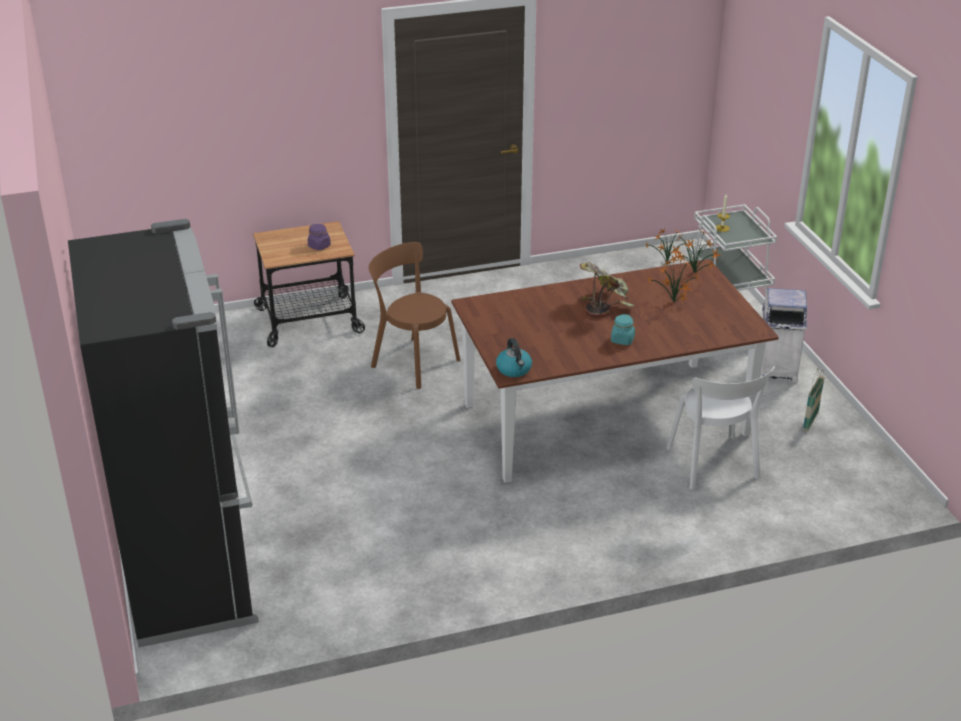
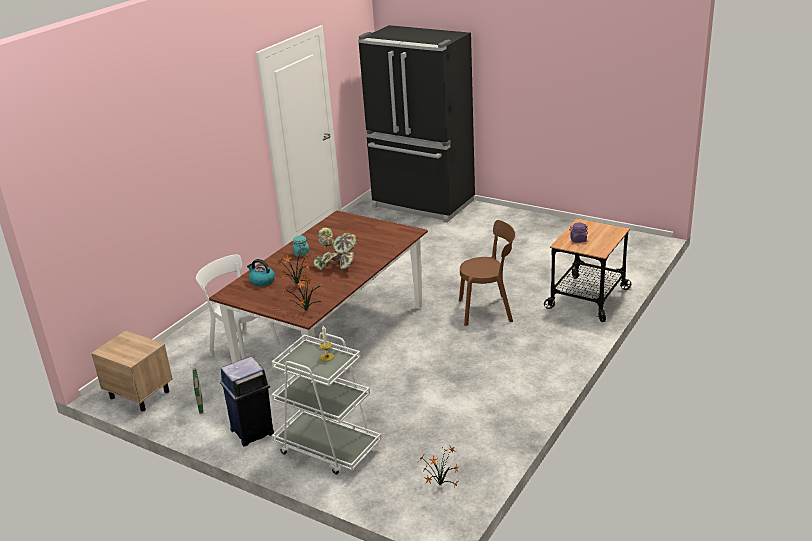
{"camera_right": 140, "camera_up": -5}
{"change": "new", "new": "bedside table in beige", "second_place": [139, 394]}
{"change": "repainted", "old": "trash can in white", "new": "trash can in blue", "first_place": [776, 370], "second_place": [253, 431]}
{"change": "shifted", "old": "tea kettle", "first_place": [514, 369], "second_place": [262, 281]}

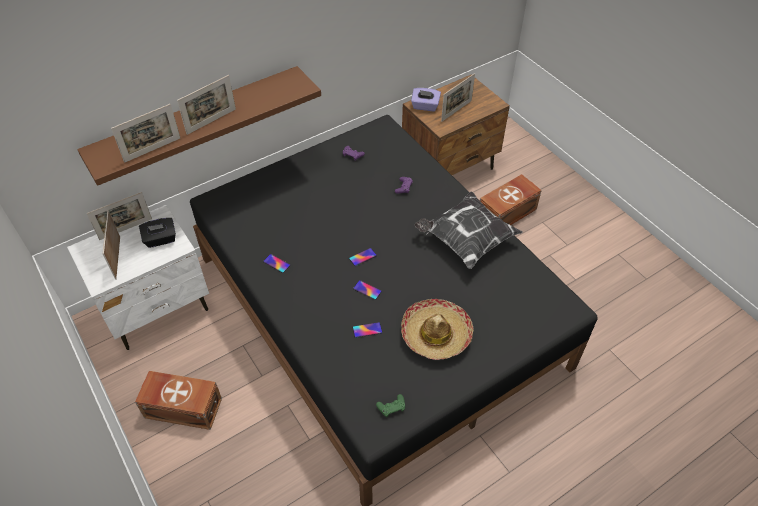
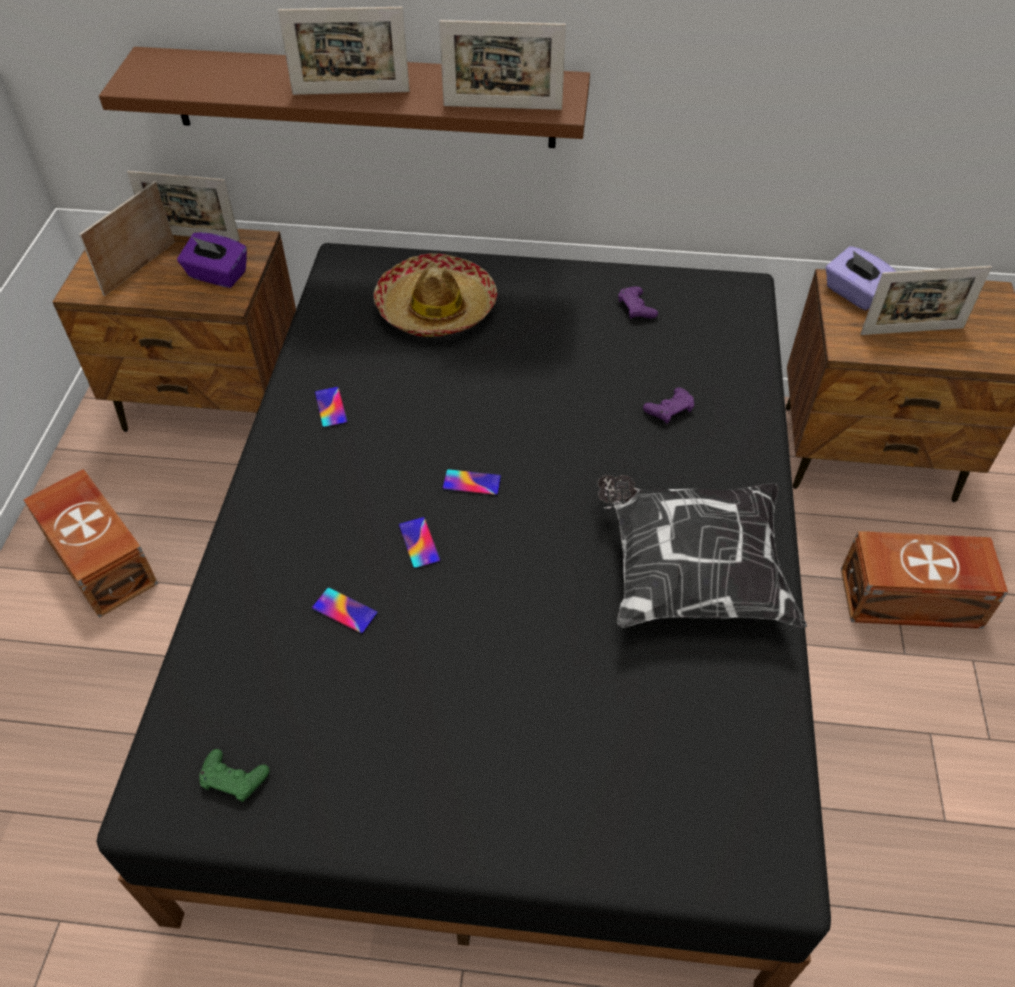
{"camera_right": 40, "camera_up": 0}
{"change": "repainted", "old": "bedside table in white", "new": "bedside table in brown-coloured", "first_place": [158, 308], "second_place": [214, 400]}
{"change": "repainted", "old": "tissue box in black", "new": "tissue box in purplish", "first_place": [160, 239], "second_place": [217, 275]}
{"change": "shifted", "old": "hat", "first_place": [436, 334], "second_place": [436, 309]}
{"change": "shifted", "old": "standing frame", "first_place": [152, 150], "second_place": [502, 107]}

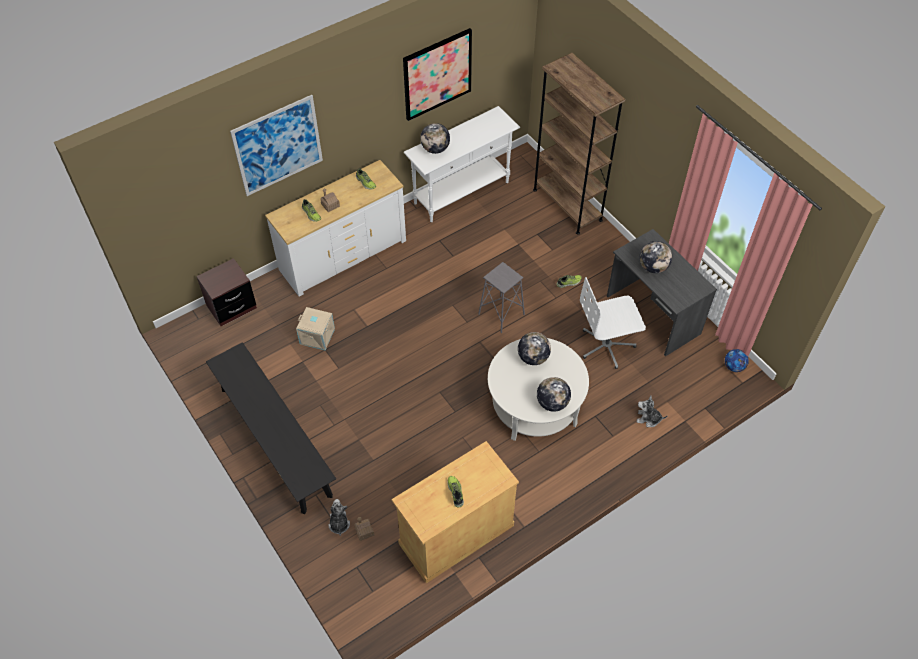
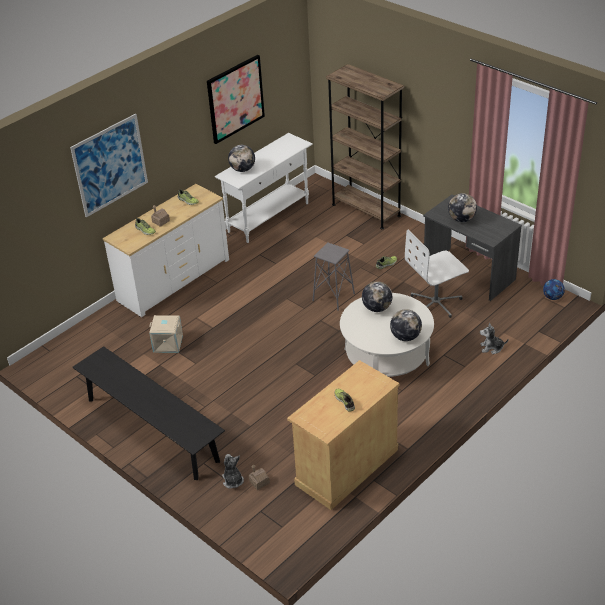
{"camera_right": -10, "camera_up": -15}
{"change": "gone", "old": "bedside table in brown-coloured", "first_place": [231, 307]}

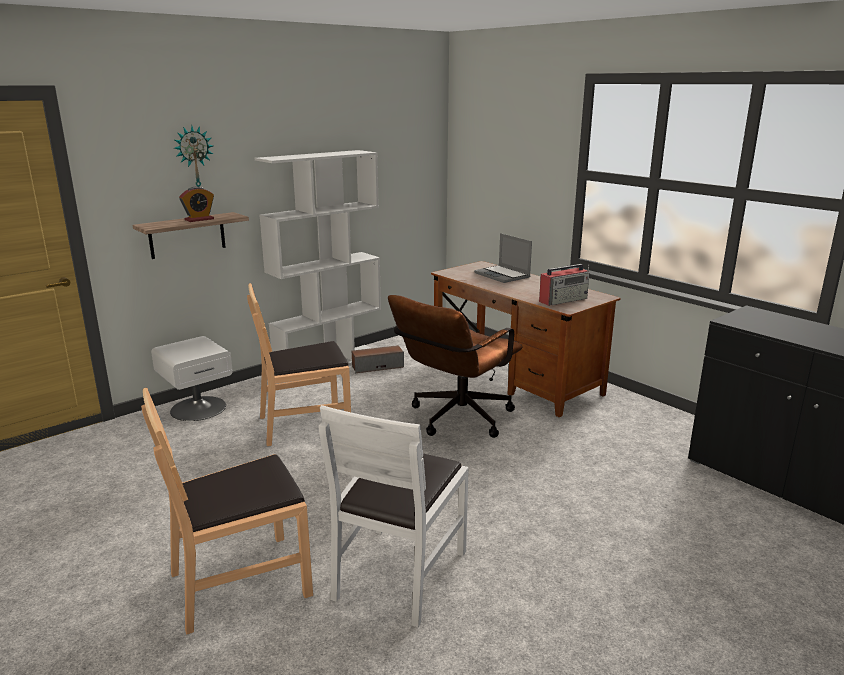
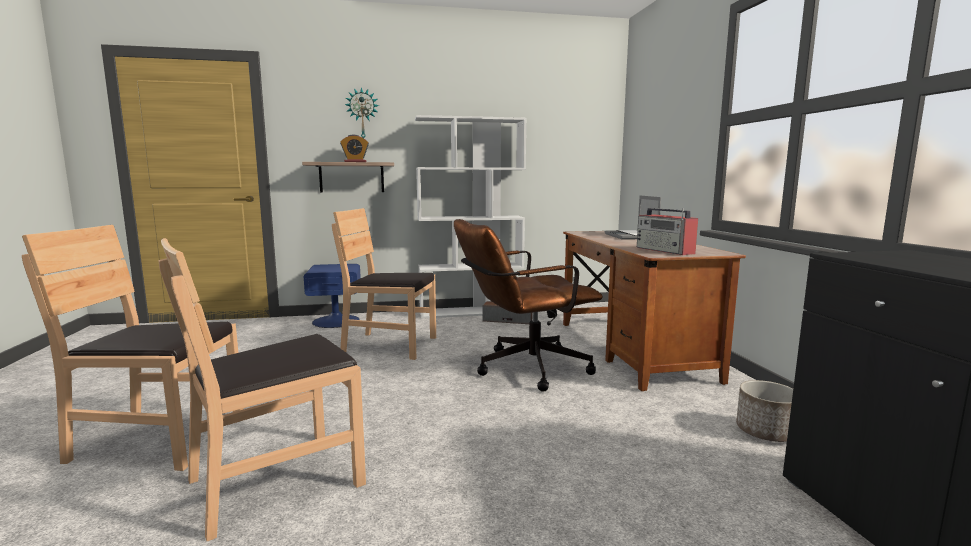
{"camera_right": 30, "camera_up": -10}
{"change": "repainted", "old": "upright chair in white", "new": "upright chair in brown-coloured", "first_place": [399, 573], "second_place": [276, 480]}
{"change": "repainted", "old": "bedside table in white", "new": "bedside table in blue", "first_place": [198, 408], "second_place": [336, 321]}
{"change": "rotated", "old": "radio", "first_place": [563, 300], "second_place": [665, 251], "degrees": 60}
{"change": "new", "new": "plant pot", "second_place": [766, 432]}

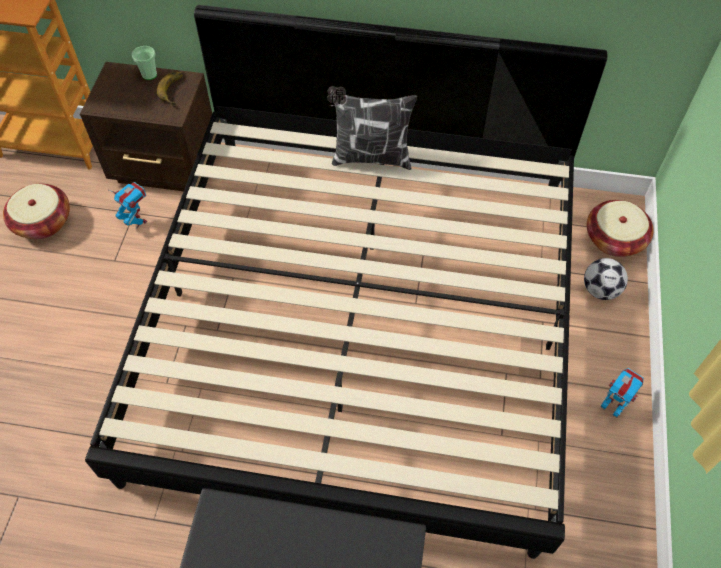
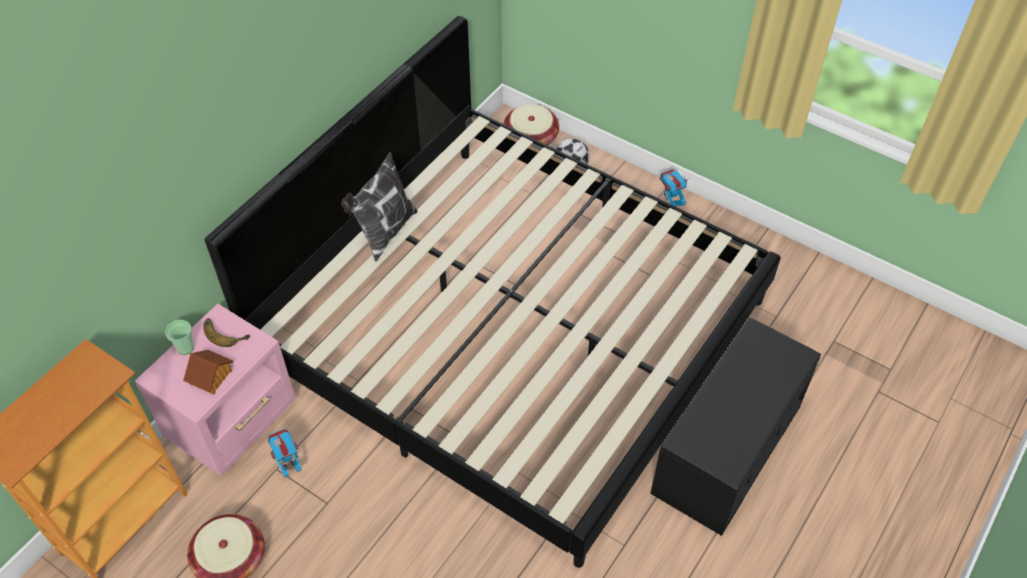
{"camera_right": -65, "camera_up": -5}
{"change": "repainted", "old": "bedside table in brown-coloured", "new": "bedside table in pink", "first_place": [166, 167], "second_place": [235, 422]}
{"change": "new", "new": "miniature house", "second_place": [211, 377]}

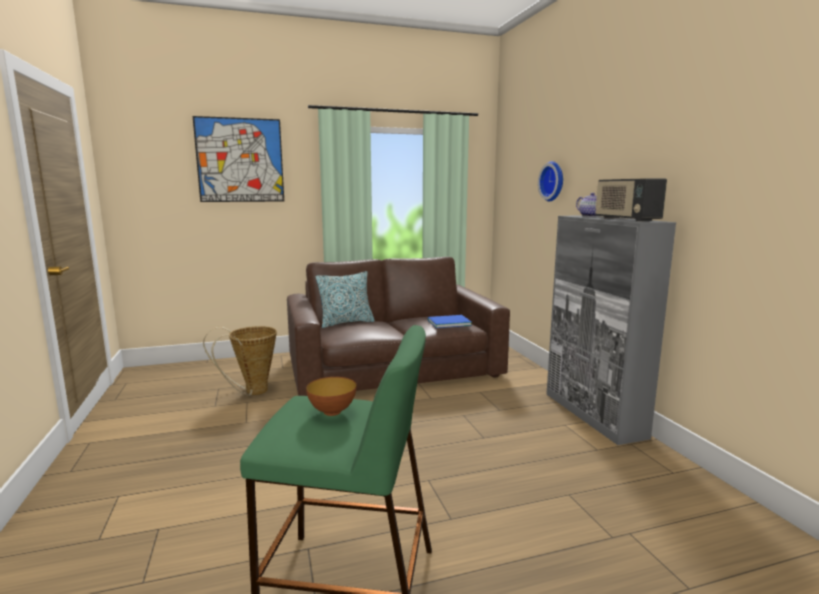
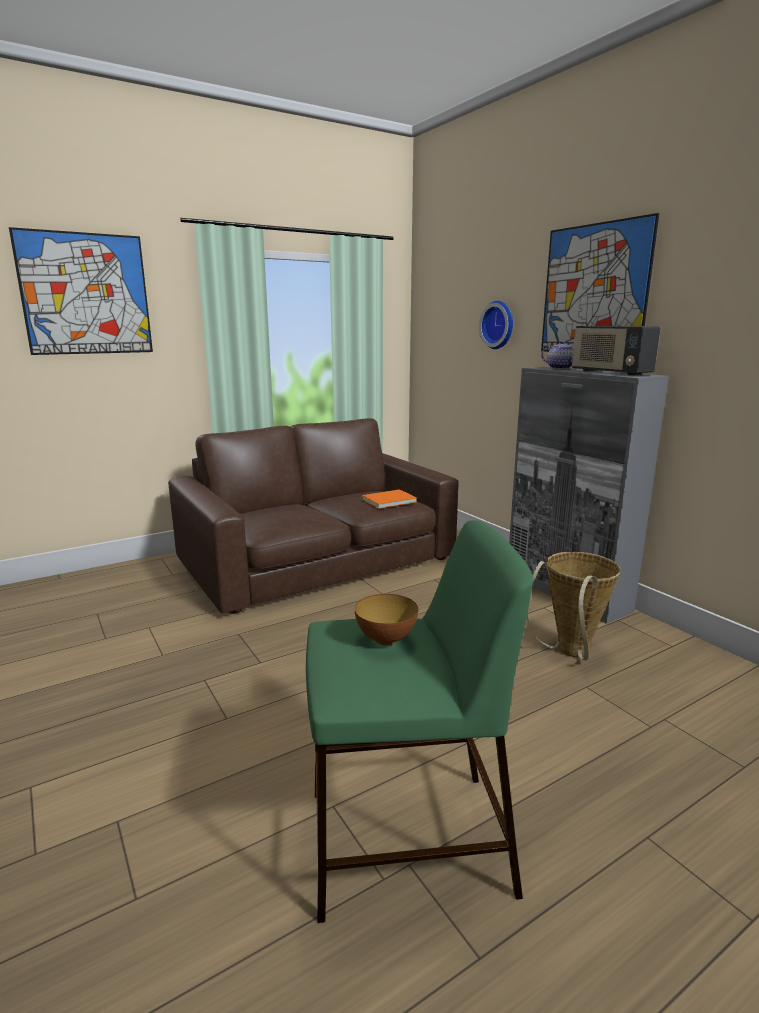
{"camera_right": -15, "camera_up": 5}
{"change": "repainted", "old": "volume in blue", "new": "volume in orangey", "first_place": [447, 322], "second_place": [387, 500]}
{"change": "shifted", "old": "basket", "first_place": [251, 392], "second_place": [569, 653]}
{"change": "new", "new": "wall picture", "second_place": [594, 290]}
{"change": "gone", "old": "cushion", "first_place": [346, 322]}

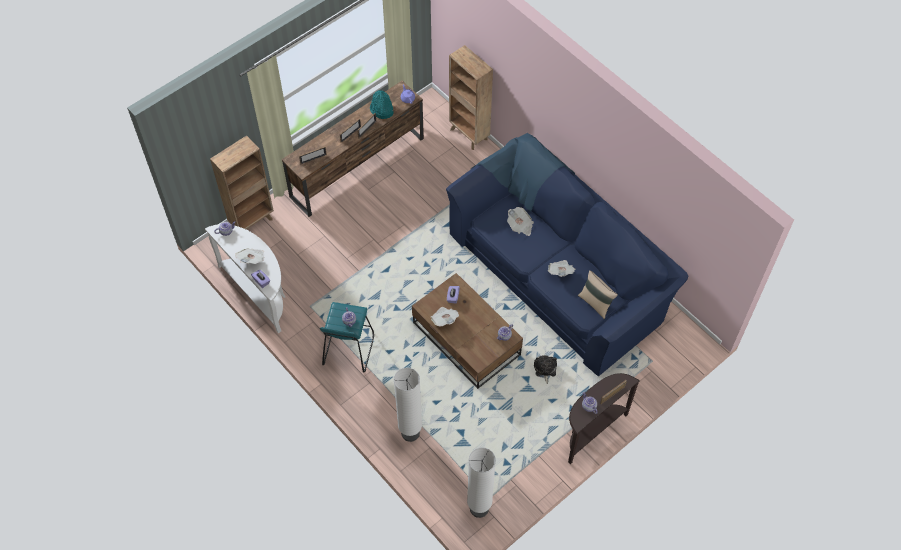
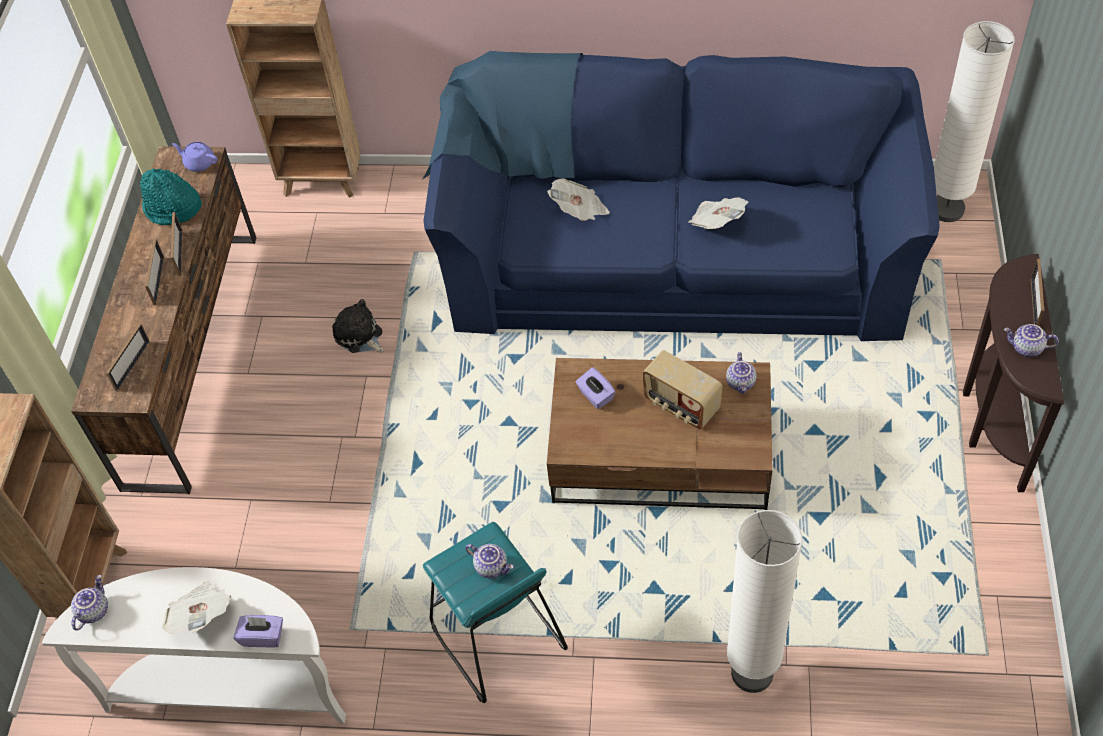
{"camera_right": -40, "camera_up": -5}
{"change": "shifted", "old": "soft toy", "first_place": [545, 370], "second_place": [359, 336]}
{"change": "new", "new": "radio", "second_place": [681, 405]}
{"change": "shifted", "old": "standing lamp in white", "first_place": [479, 508], "second_place": [947, 210]}
{"change": "gone", "old": "daily paper", "first_place": [444, 319]}
{"change": "gone", "old": "cushion in beige", "first_place": [595, 303]}

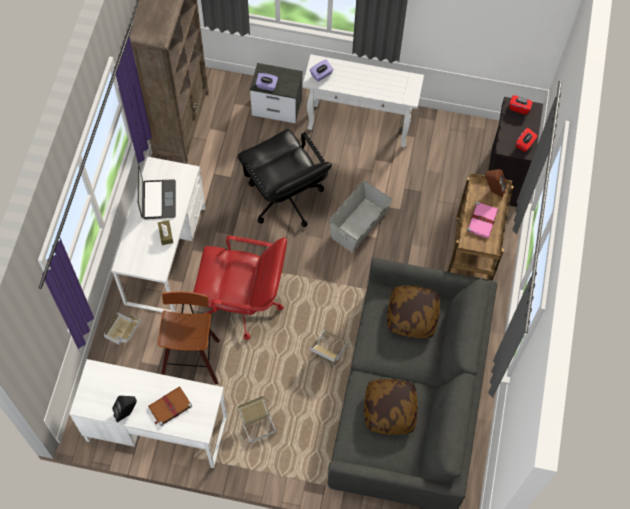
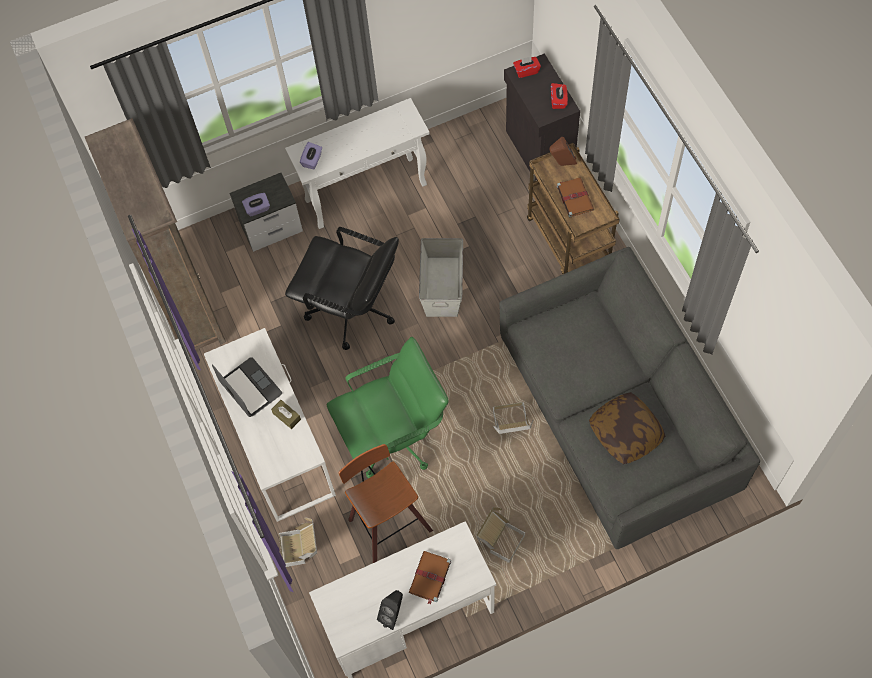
{"camera_right": -30, "camera_up": 0}
{"change": "repainted", "old": "computer chair in red-coloured", "new": "computer chair in green", "first_place": [243, 303], "second_place": [394, 437]}
{"change": "repainted", "old": "volume in pink", "new": "volume in brown-coloured", "first_place": [482, 220], "second_place": [574, 197]}
{"change": "gone", "old": "cushion", "first_place": [412, 315]}

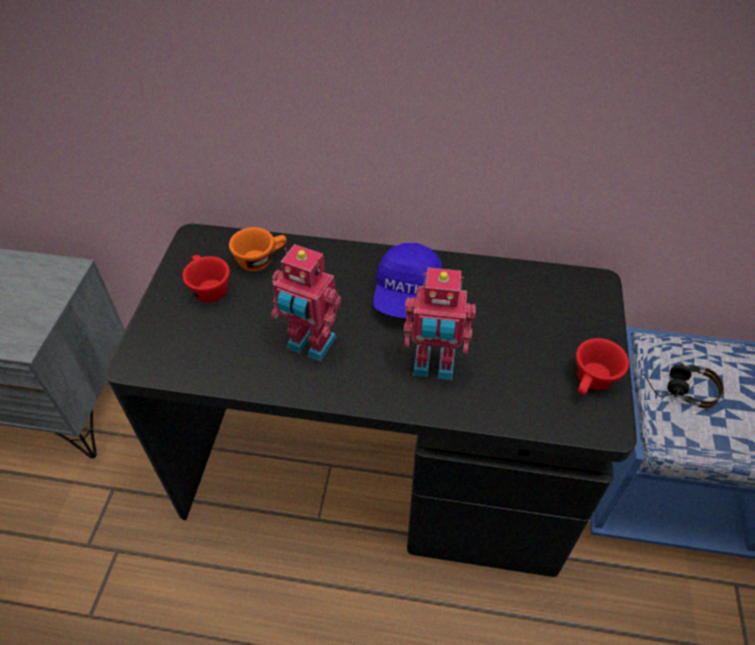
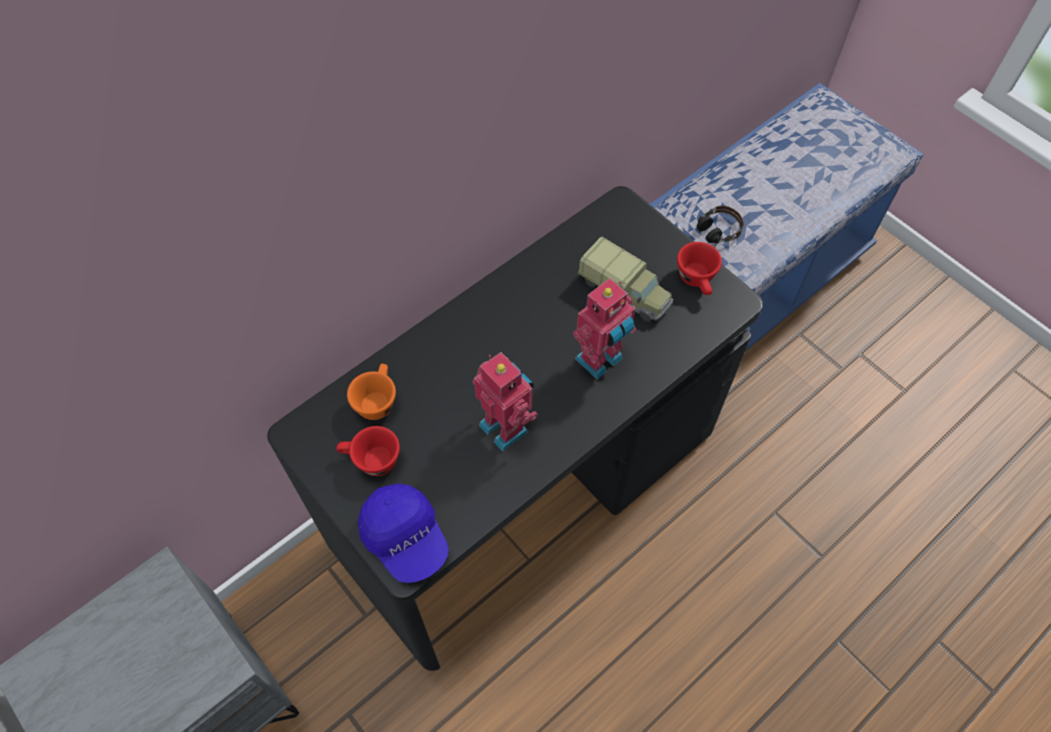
{"camera_right": -50, "camera_up": 10}
{"change": "shifted", "old": "cap in blue", "first_place": [407, 295], "second_place": [405, 538]}
{"change": "rotated", "old": "model robot", "first_place": [310, 345], "second_place": [506, 426], "degrees": -105}
{"change": "new", "new": "model truck", "second_place": [625, 291]}

